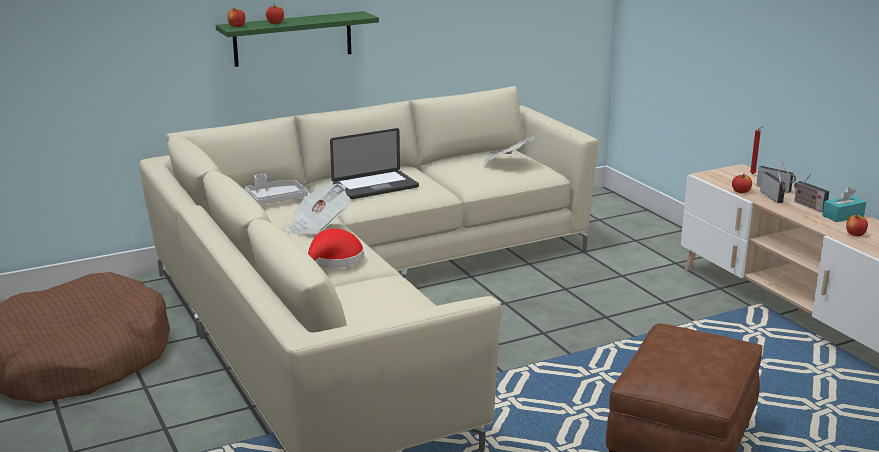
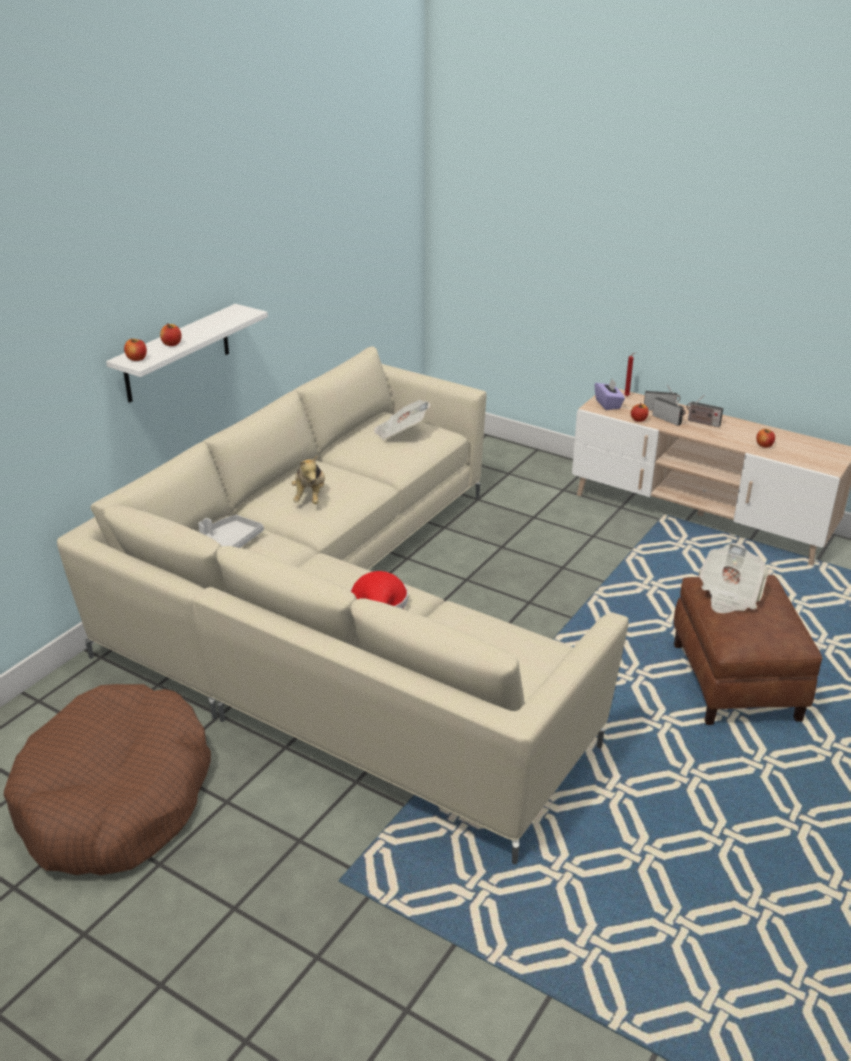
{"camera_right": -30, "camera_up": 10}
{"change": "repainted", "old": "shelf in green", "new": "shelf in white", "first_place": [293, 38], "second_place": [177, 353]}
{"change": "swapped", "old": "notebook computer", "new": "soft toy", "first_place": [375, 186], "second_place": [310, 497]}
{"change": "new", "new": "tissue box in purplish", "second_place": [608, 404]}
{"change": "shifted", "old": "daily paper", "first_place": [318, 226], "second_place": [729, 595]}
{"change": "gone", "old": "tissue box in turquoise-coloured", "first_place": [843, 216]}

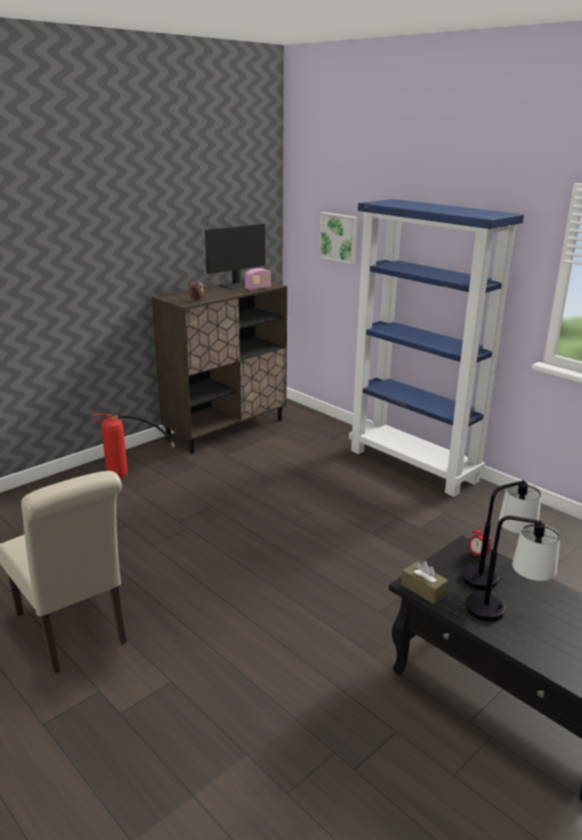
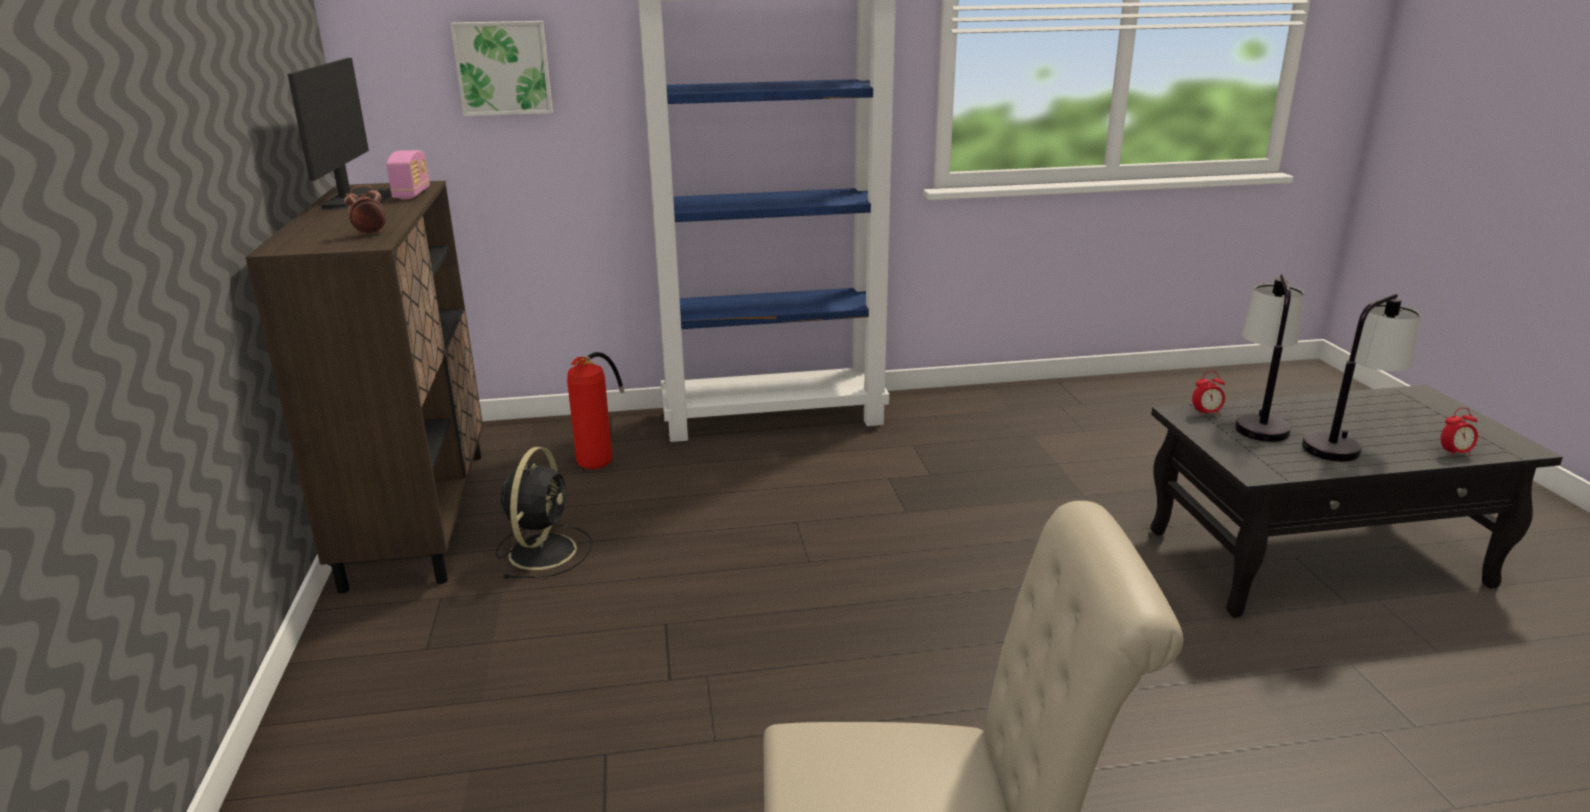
{"camera_right": -55, "camera_up": 0}
{"change": "new", "new": "cooling fan in black", "second_place": [544, 550]}
{"change": "shifted", "old": "fire-fighting cylinder", "first_place": [129, 472], "second_place": [602, 453]}
{"change": "new", "new": "table clock", "second_place": [1454, 453]}
{"change": "gone", "old": "tissue box in brown-coloured", "first_place": [423, 589]}

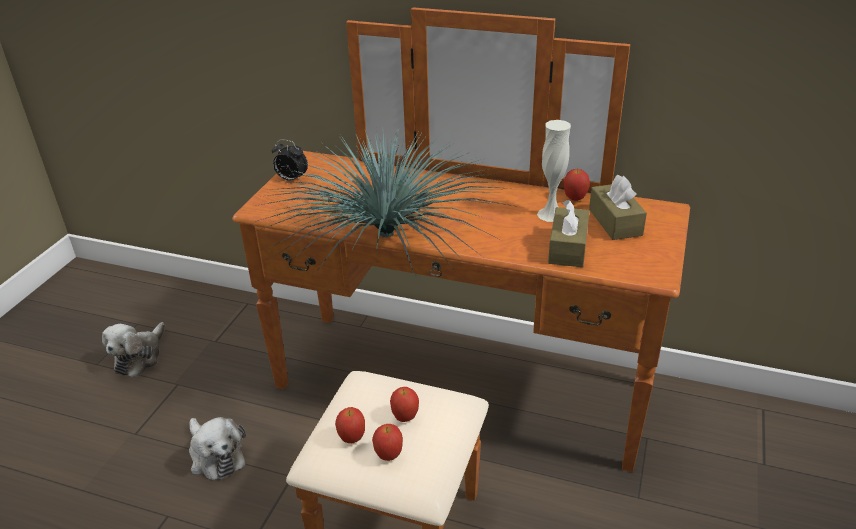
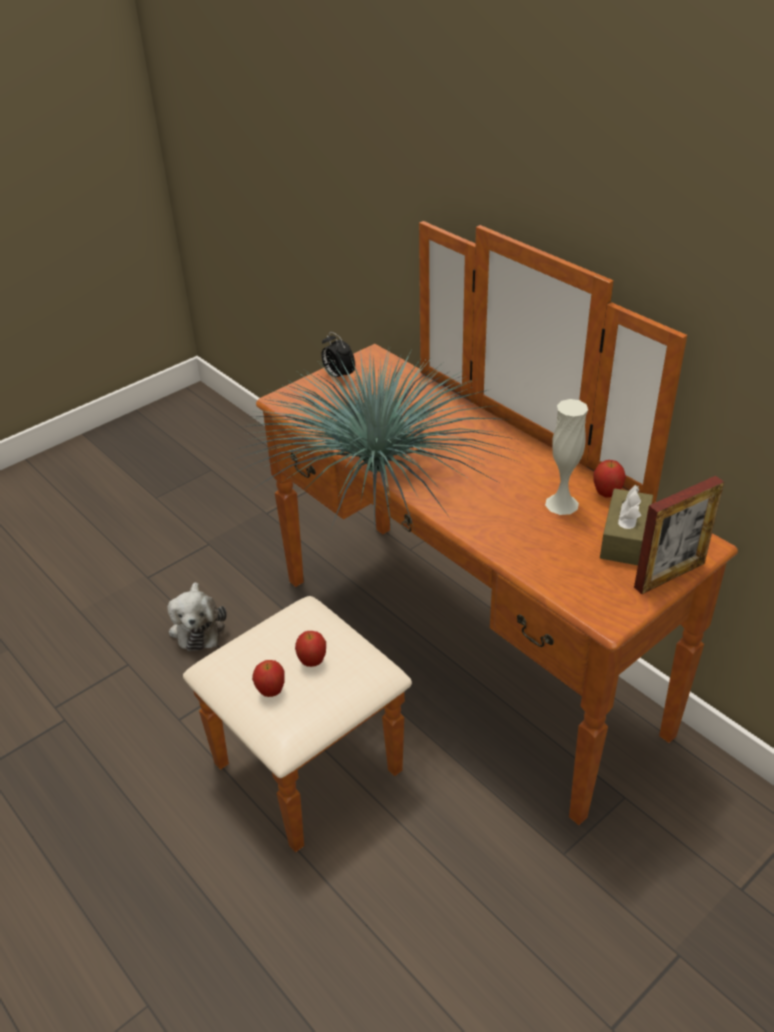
{"camera_right": 30, "camera_up": 5}
{"change": "new", "new": "standing frame", "second_place": [669, 575]}
{"change": "gone", "old": "soft toy", "first_place": [139, 357]}
{"change": "gone", "old": "apple fruit", "first_place": [352, 438]}
{"change": "gone", "old": "tissue box in brown-coloured", "first_place": [568, 248]}

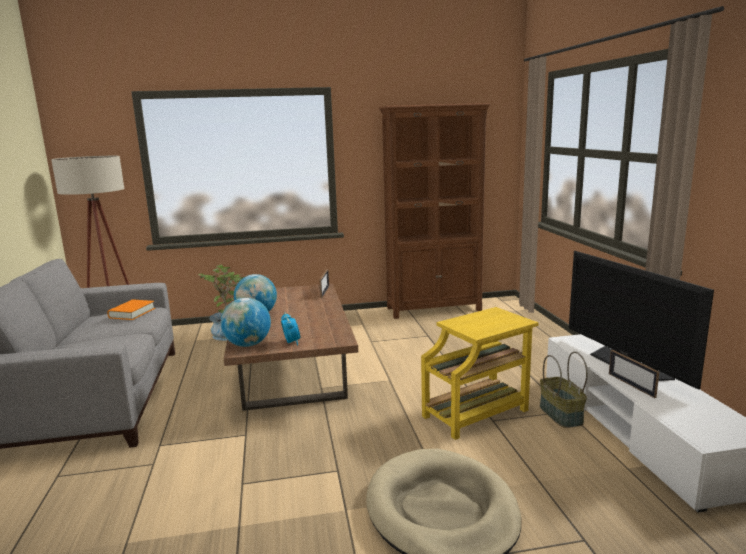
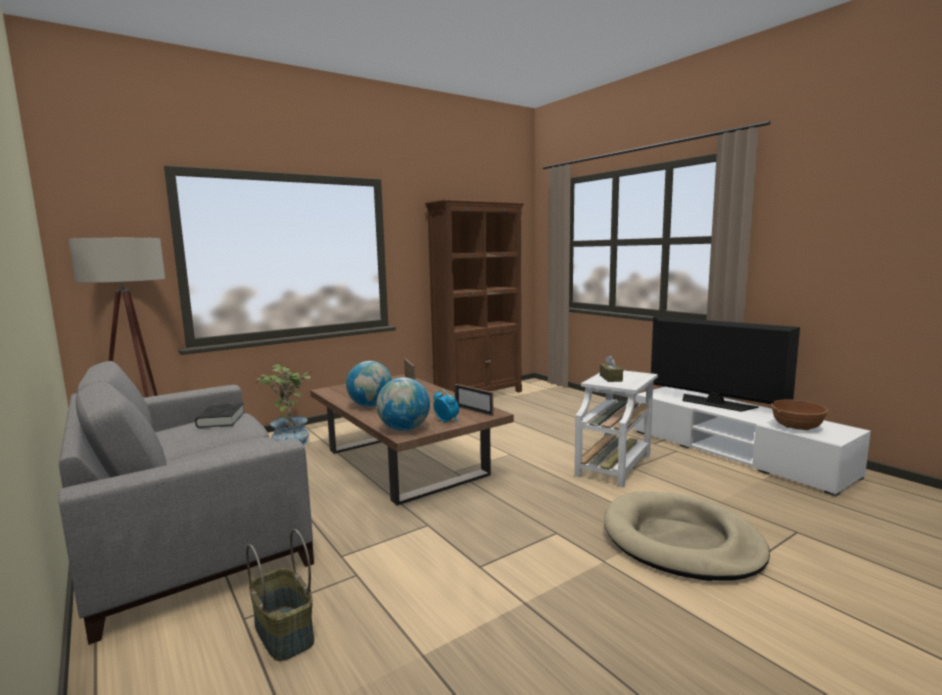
{"camera_right": -25, "camera_up": -5}
{"change": "repainted", "old": "volume in orangey", "new": "volume in black", "first_place": [132, 313], "second_place": [221, 420]}
{"change": "shifted", "old": "basket", "first_place": [560, 414], "second_place": [282, 633]}
{"change": "shifted", "old": "standing frame", "first_place": [631, 385], "second_place": [473, 410]}
{"change": "repainted", "old": "end table in yellowish", "new": "end table in white", "first_place": [477, 413], "second_place": [615, 465]}
{"change": "new", "new": "tissue box in brown-coloured", "second_place": [610, 378]}
{"change": "new", "new": "deep dish in brown-coloured", "second_place": [797, 427]}

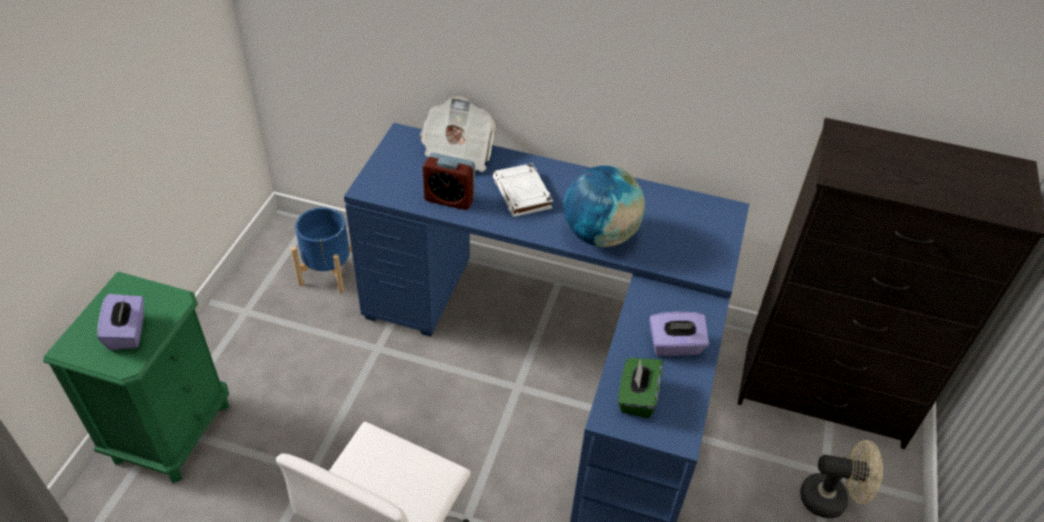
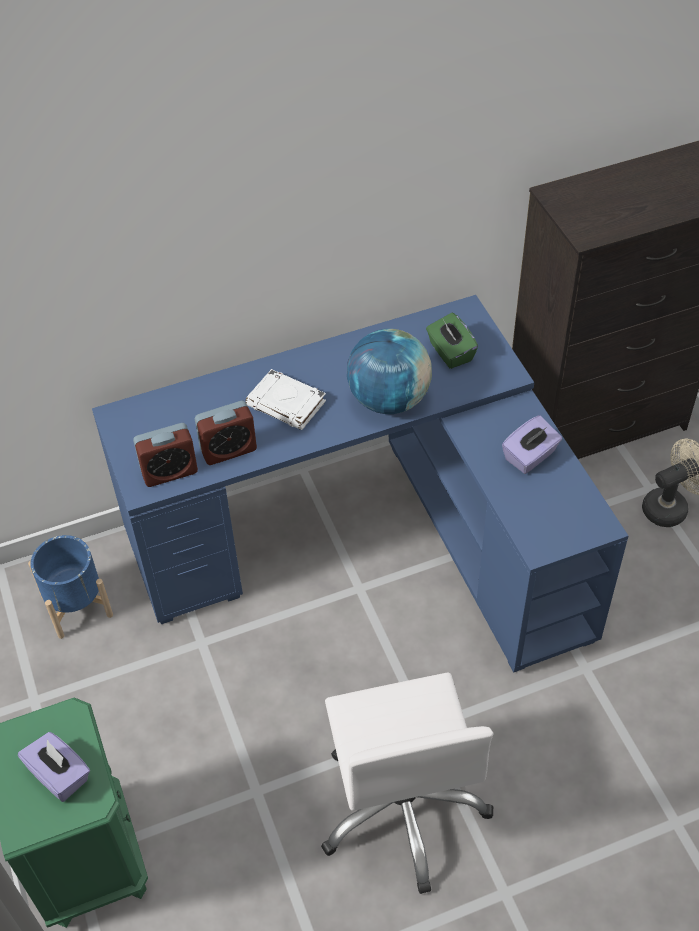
{"camera_right": -35, "camera_up": 5}
{"change": "new", "new": "table clock", "second_place": [169, 472]}
{"change": "shifted", "old": "tissue box in green", "first_place": [637, 397], "second_place": [450, 352]}
{"change": "gone", "old": "daily paper", "first_place": [457, 156]}

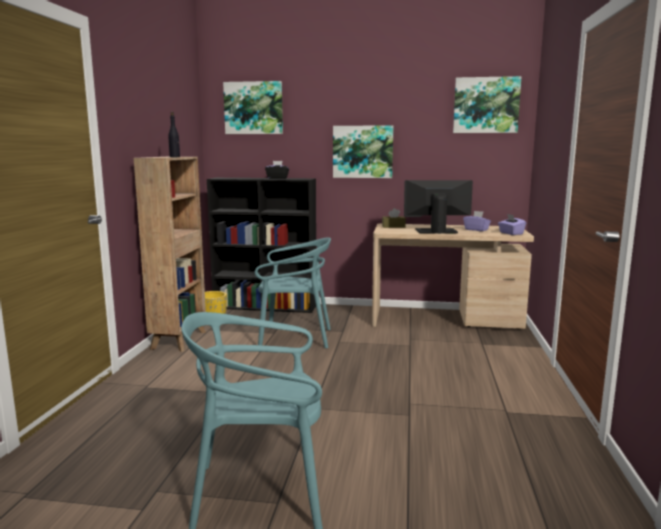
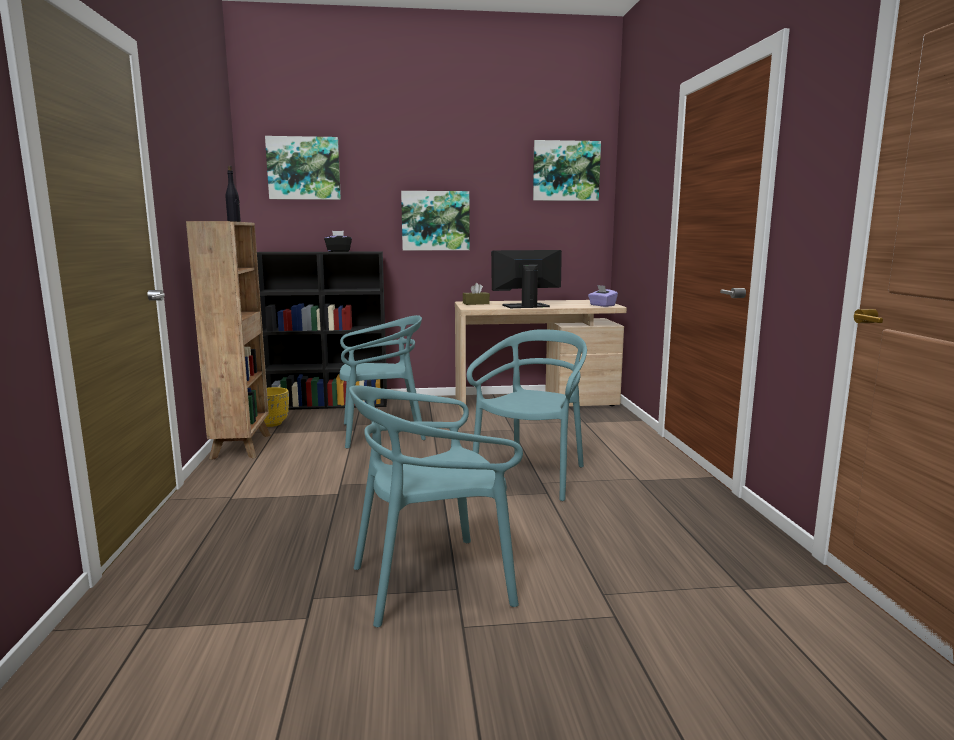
{"camera_right": -15, "camera_up": 0}
{"change": "new", "new": "upright chair in turquoise-coloured", "second_place": [532, 476]}
{"change": "gone", "old": "tissue box in purplish", "first_place": [476, 230]}

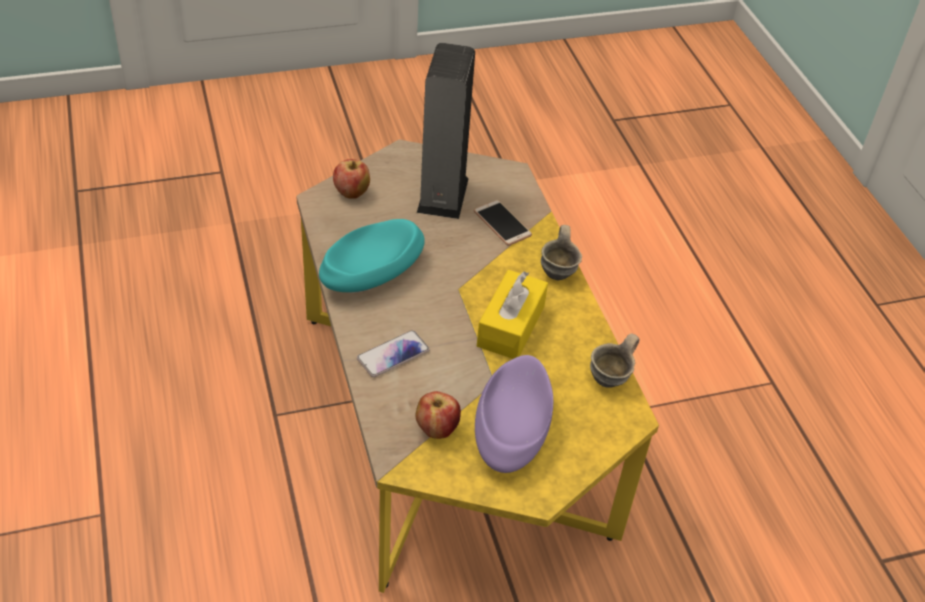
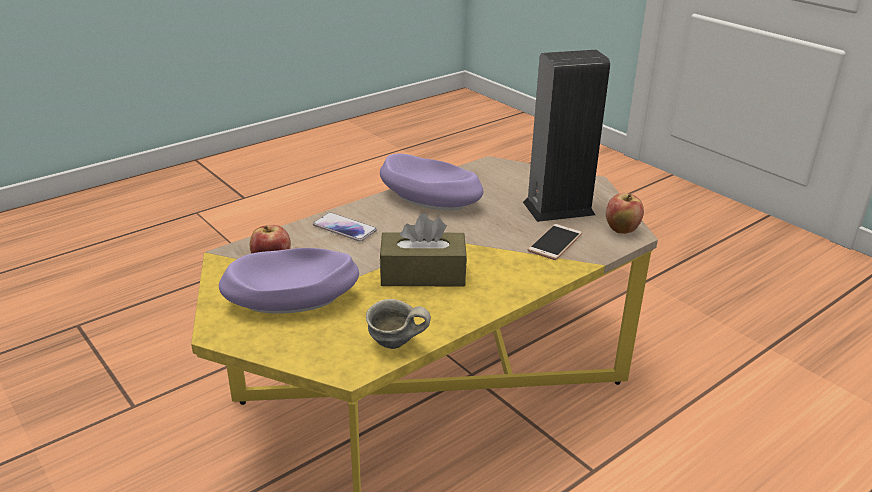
{"camera_right": 70, "camera_up": -15}
{"change": "repainted", "old": "tissue box in yellowish", "new": "tissue box in brown-coloured", "first_place": [511, 326], "second_place": [423, 274]}
{"change": "repainted", "old": "deep dish in turquoise-coloured", "new": "deep dish in purplish", "first_place": [372, 274], "second_place": [429, 200]}
{"change": "shifted", "old": "apple fruit", "first_place": [351, 193], "second_place": [621, 230]}
{"change": "gone", "old": "coffee mug in grey", "first_place": [560, 271]}

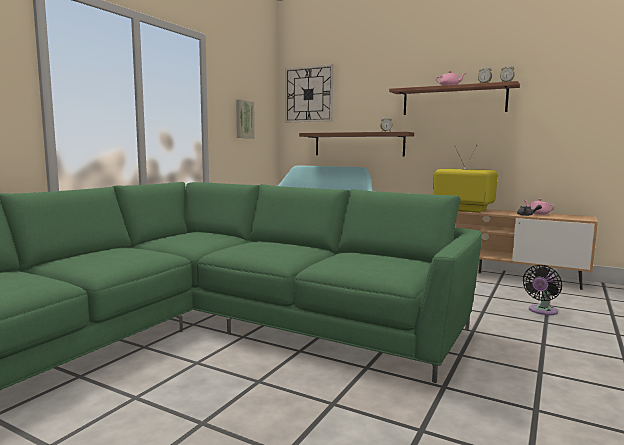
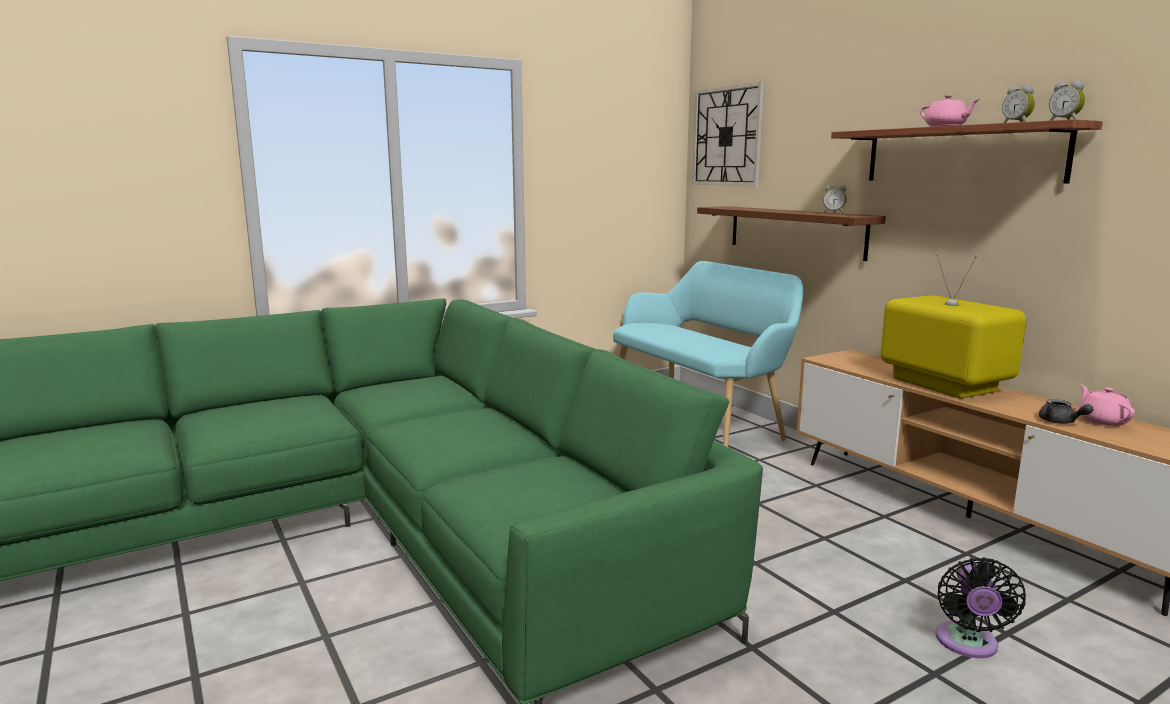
{"camera_right": 30, "camera_up": 5}
{"change": "rotated", "old": "cooling fan in black", "first_place": [541, 311], "second_place": [967, 644], "degrees": -60}
{"change": "gone", "old": "wall picture", "first_place": [244, 119]}

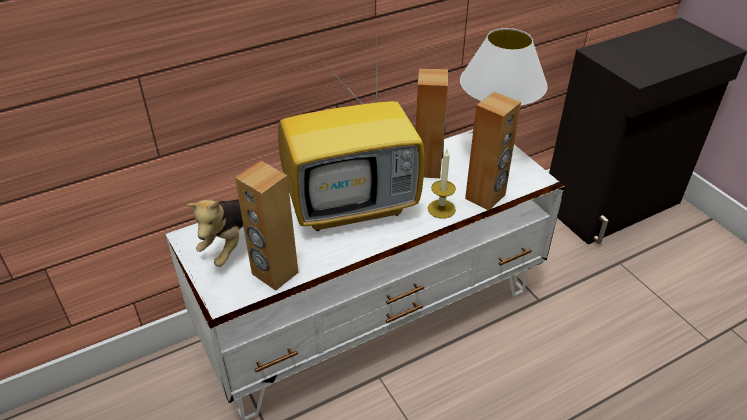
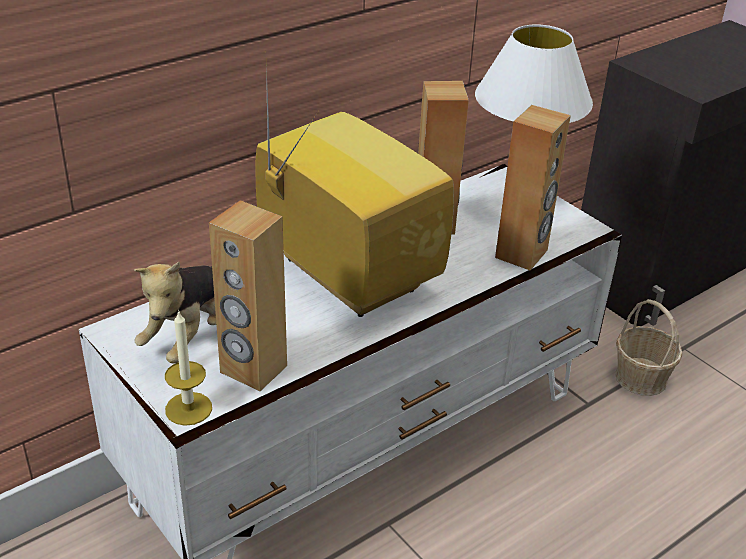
{"camera_right": -10, "camera_up": -5}
{"change": "shifted", "old": "wax candle", "first_place": [441, 209], "second_place": [188, 408]}
{"change": "rotated", "old": "TV", "first_place": [353, 205], "second_place": [344, 274], "degrees": -105}
{"change": "new", "new": "basket", "second_place": [641, 377]}

